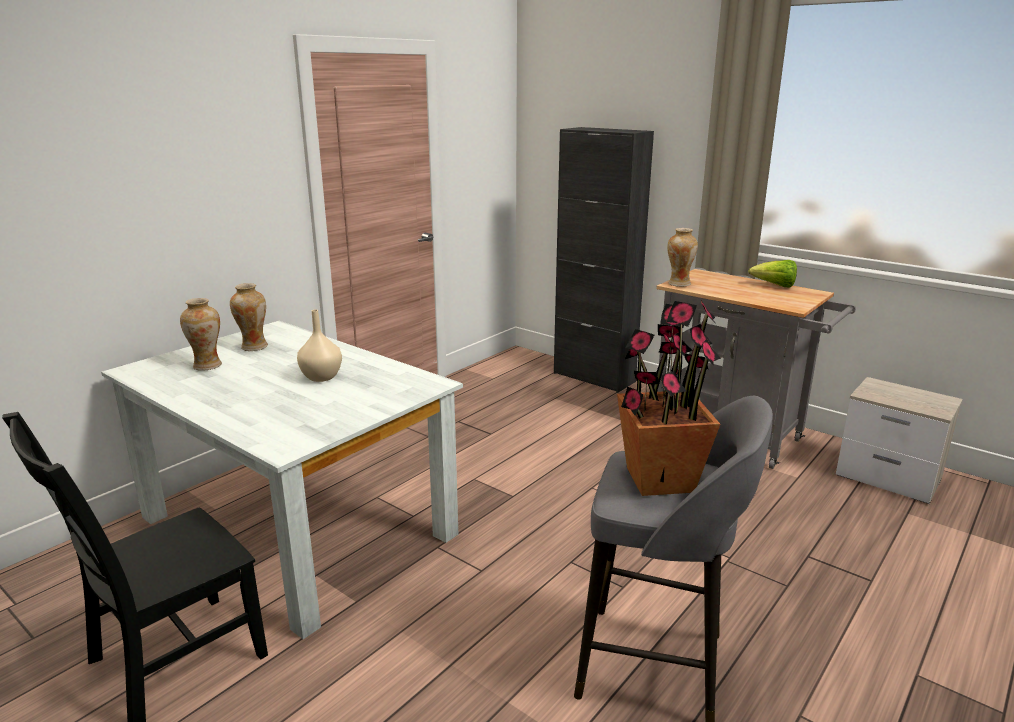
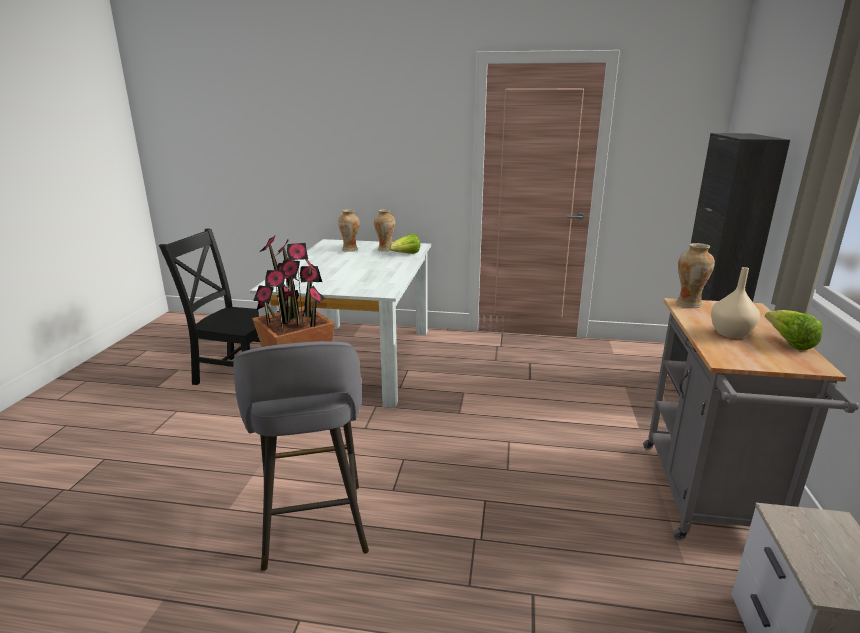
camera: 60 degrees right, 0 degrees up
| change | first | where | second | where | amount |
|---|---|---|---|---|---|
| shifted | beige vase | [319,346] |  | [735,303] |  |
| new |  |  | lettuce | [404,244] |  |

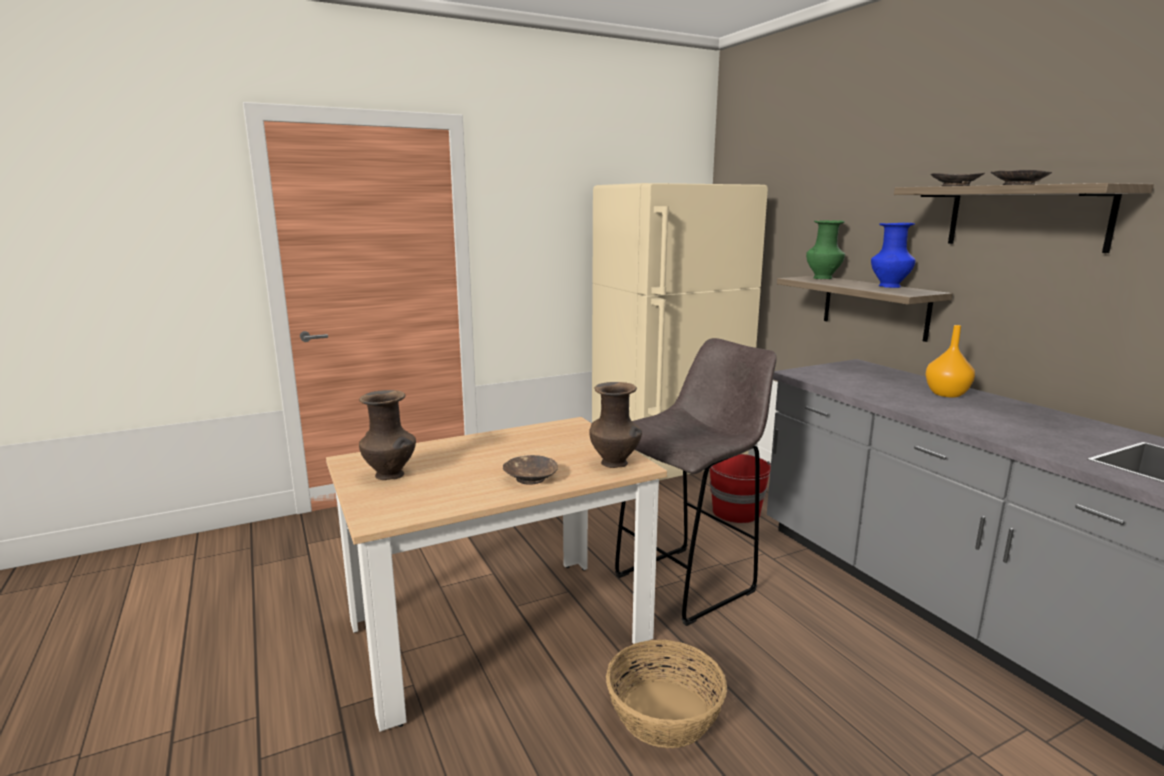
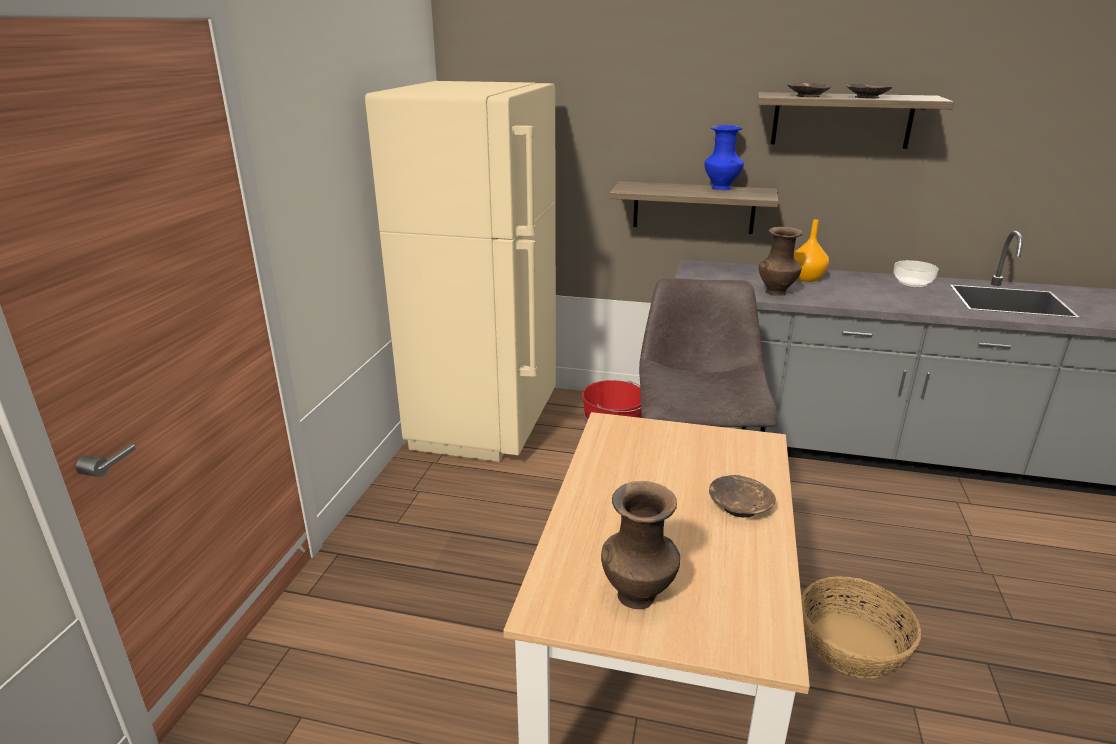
camera: 50 degrees left, 10 degrees up
| change | first | where | second | where | amount |
|---|---|---|---|---|---|
| gone | green vase | [825,249] |  |  |  |
| shifted | brown vase | [615,425] |  | [781,261] |  |
| new |  |  | bowl | [916,273] |  |

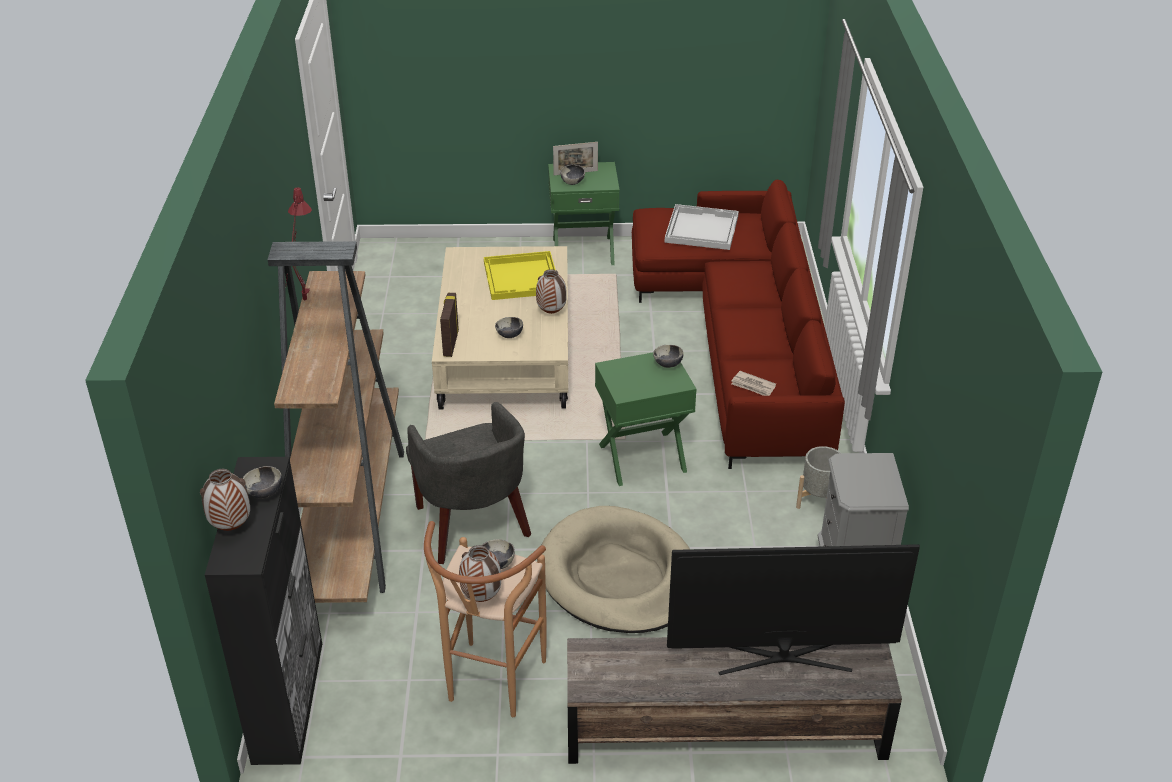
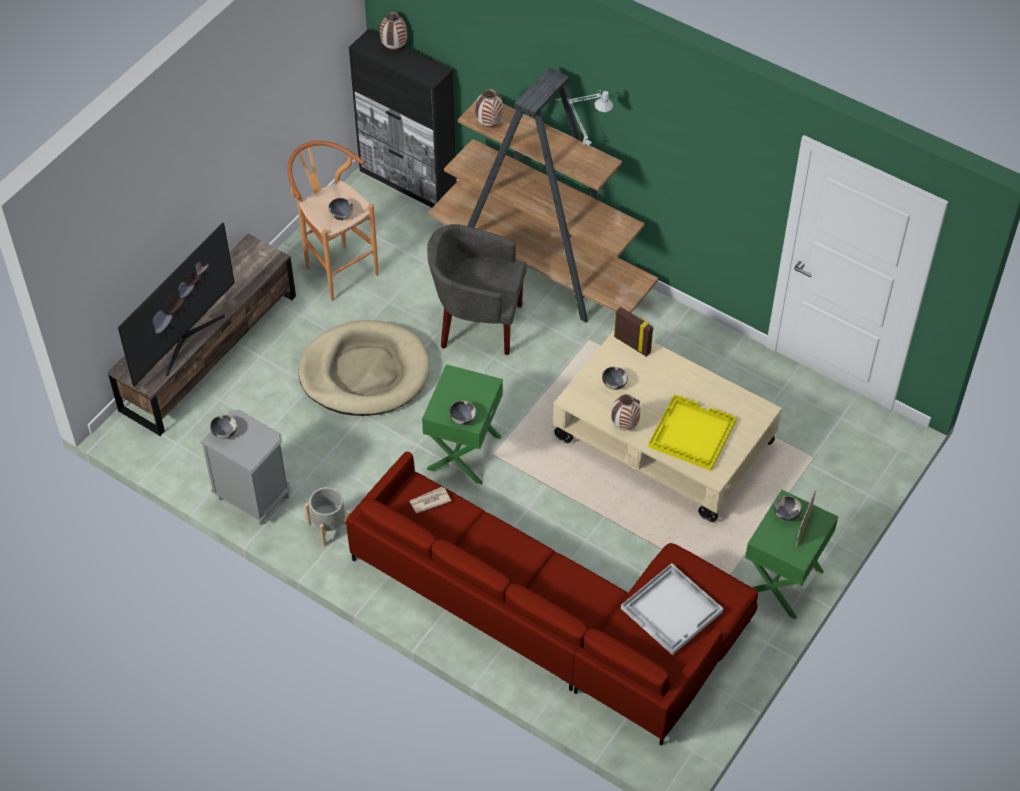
camera: 125 degrees right, 15 degrees up
| change | first | where | second | where | amount |
|---|---|---|---|---|---|
| repainted | red table lamp | [298,244] | grey table lamp | [584,117] |  |
| shifted | bowl | [262,482] |  | [223,427] |  |
| shifted | vase | [480,573] |  | [489,108] |  |

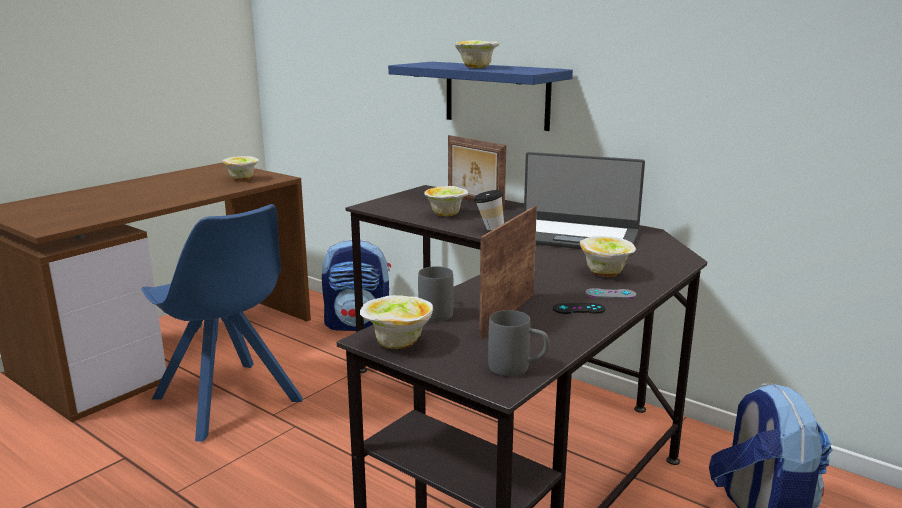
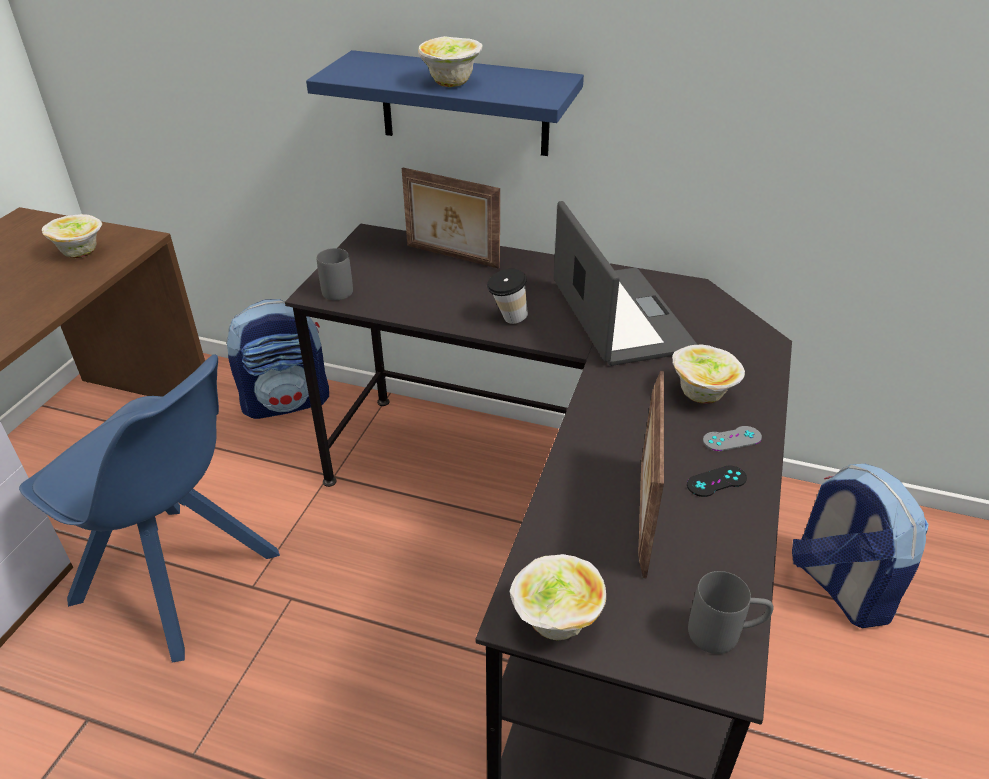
camera: 20 degrees left, 20 degrees up
| change | first | where | second | where | amount |
|---|---|---|---|---|---|
| rotated | laptop | [584,200] |  | [626,283] | 105 degrees counterclockwise |
| gone | bowl | [446,201] |  |  |  |
| shifted | grey mug | [436,294] |  | [335,274] |  |

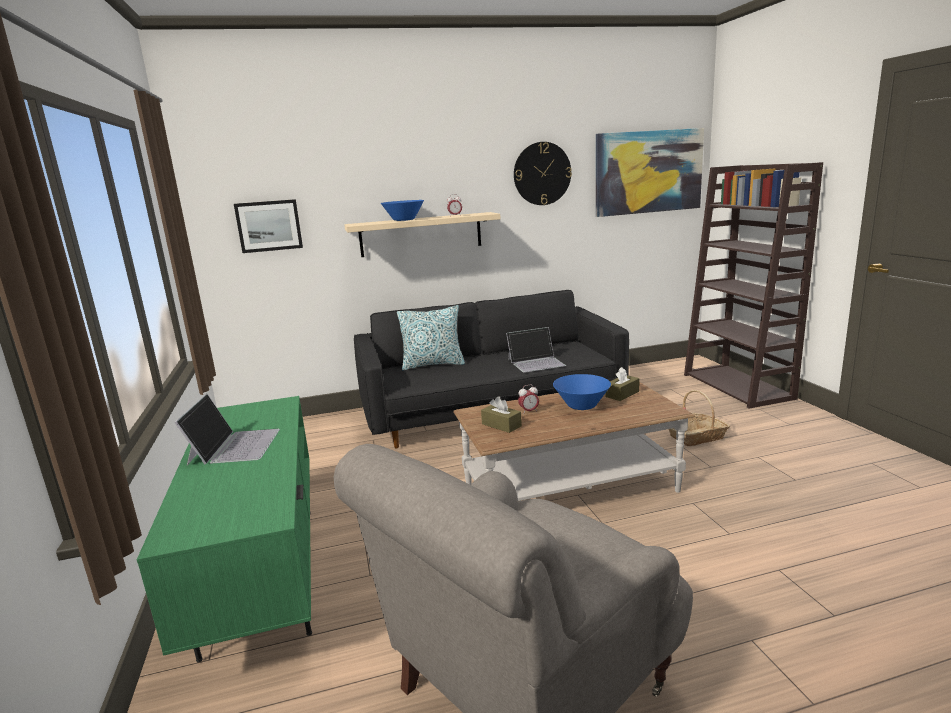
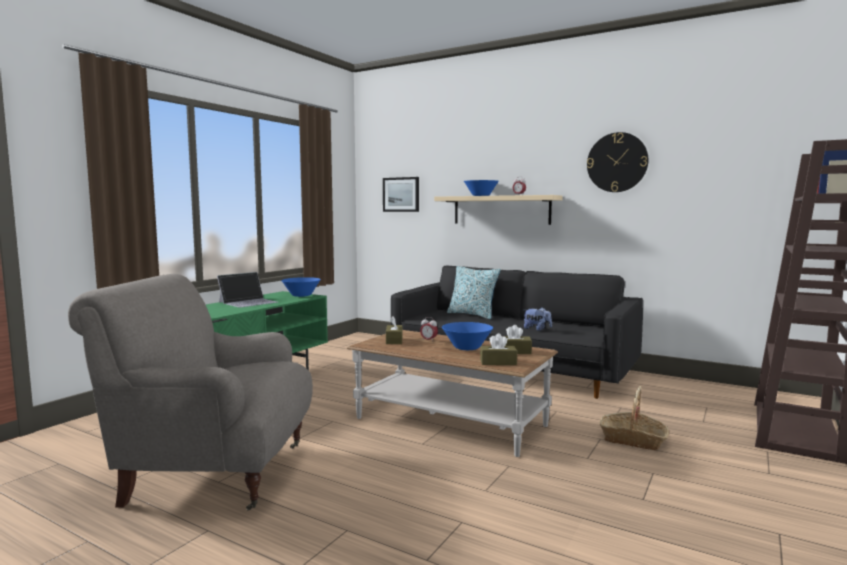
camera: 45 degrees right, 10 degrees down
| change | first | where | second | where | amount |
|---|---|---|---|---|---|
| gone | picture | [650,172] |  |  |  |
| swapped | laptop | [536,350] | plush toy | [538,319] |  |
| new |  |  | blue bowl | [301,287] |  |
| new |  |  | brown tissue box | [498,349] |  |

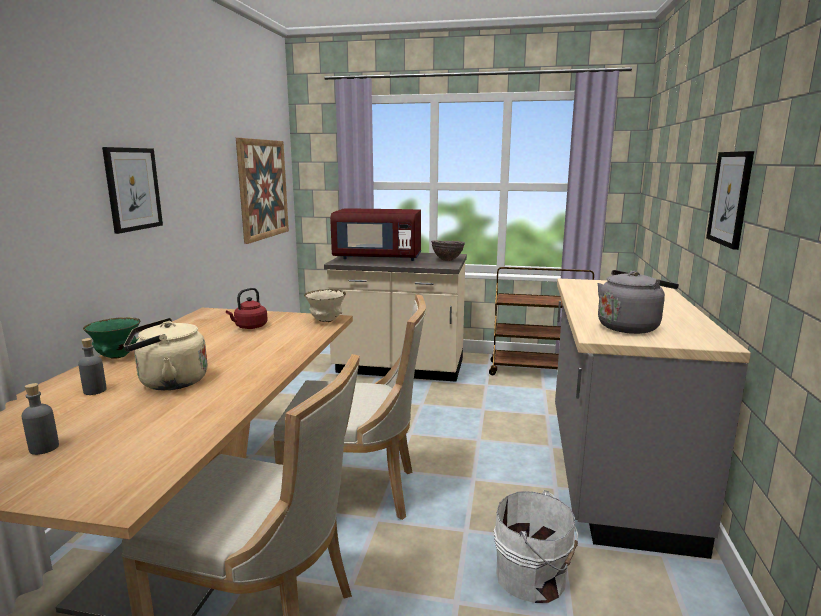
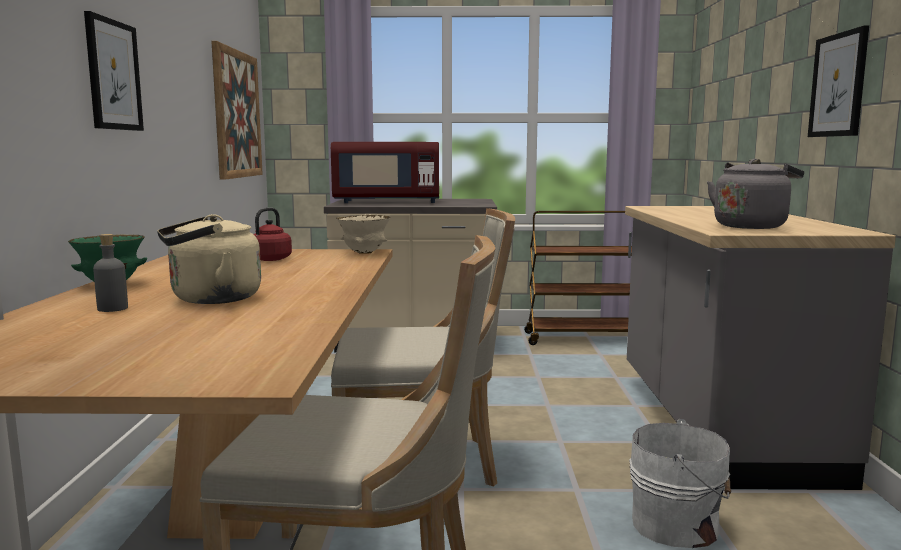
camera: 10 degrees left, 5 degrees down
| change | first | where | second | where | amount |
|---|---|---|---|---|---|
| gone | brown bowl | [448,250] |  |  |  |
| gone | grey bottle | [40,419] |  |  |  |

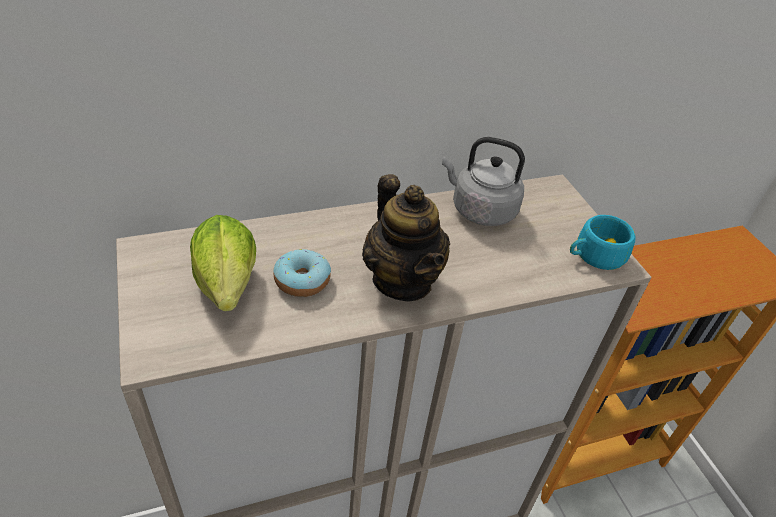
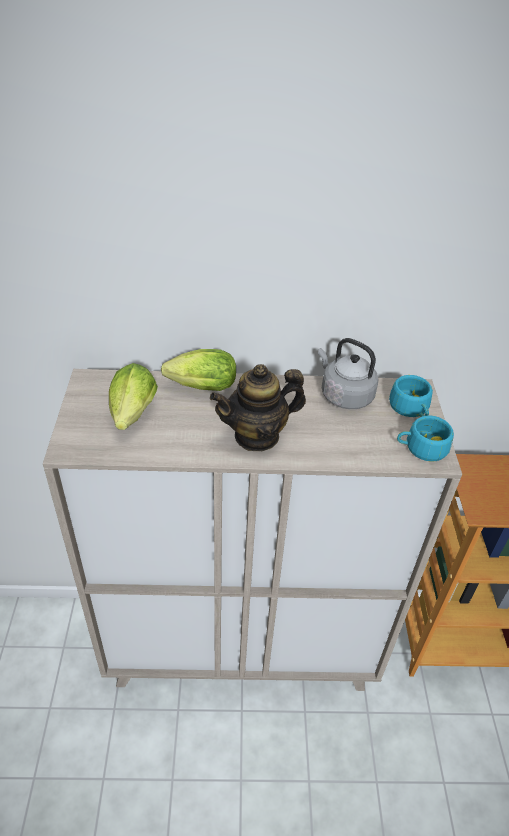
camera: 20 degrees right, 0 degrees up
| change | first | where | second | where | amount |
|---|---|---|---|---|---|
| rotated | teapot | [406,238] |  | [258,407] | 75 degrees clockwise |
| gone | donut | [302,273] |  |  |  |
| new |  |  | lettuce | [198,370] |  |
| new |  |  | turquoise cup | [411,396] |  |

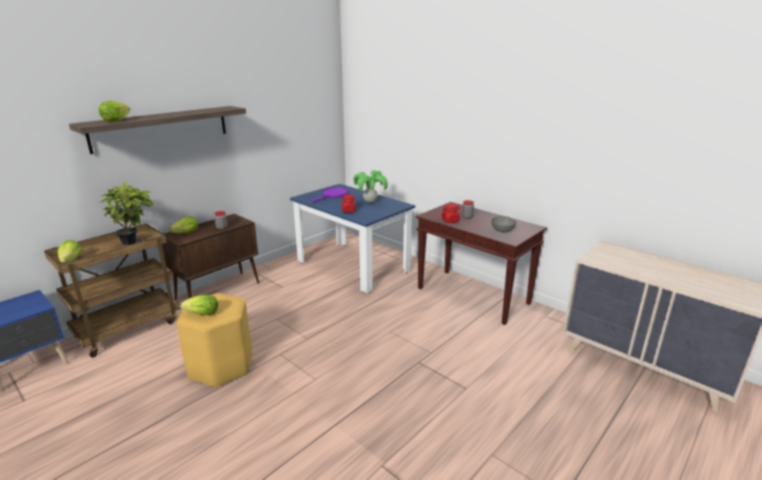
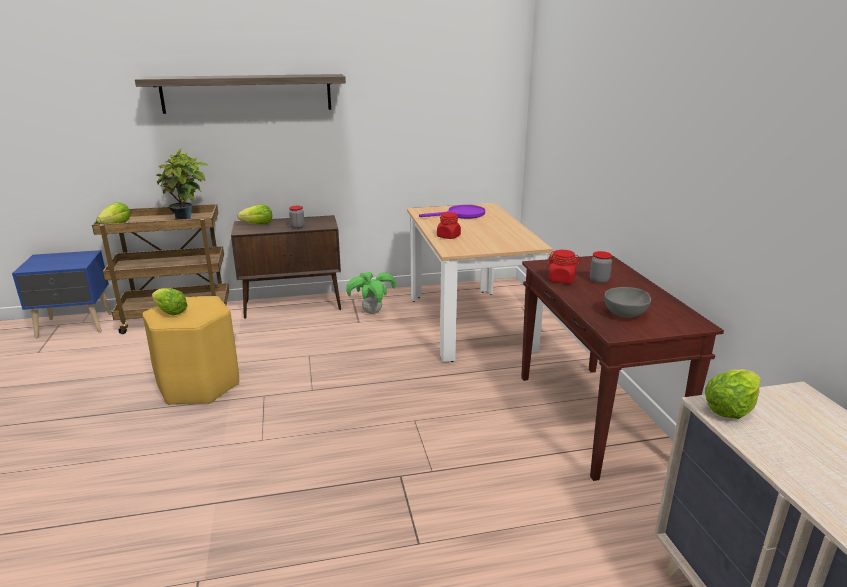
camera: 35 degrees right, 0 degrees up
| change | first | where | second | where | amount |
|---|---|---|---|---|---|
| shifted | lettuce | [114,111] |  | [733,394] |  |
| shifted | potted plant | [371,186] |  | [371,293] |  |
| repainted | blue dining table | [352,239] | beige dining table | [480,282] |  |

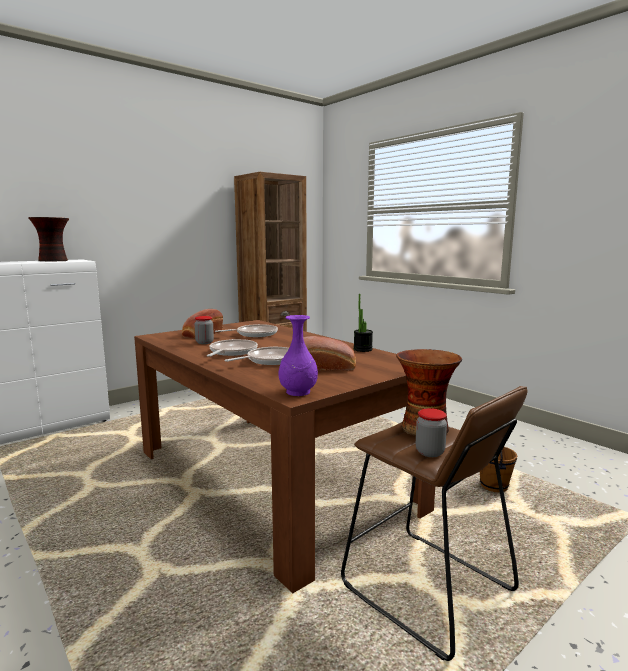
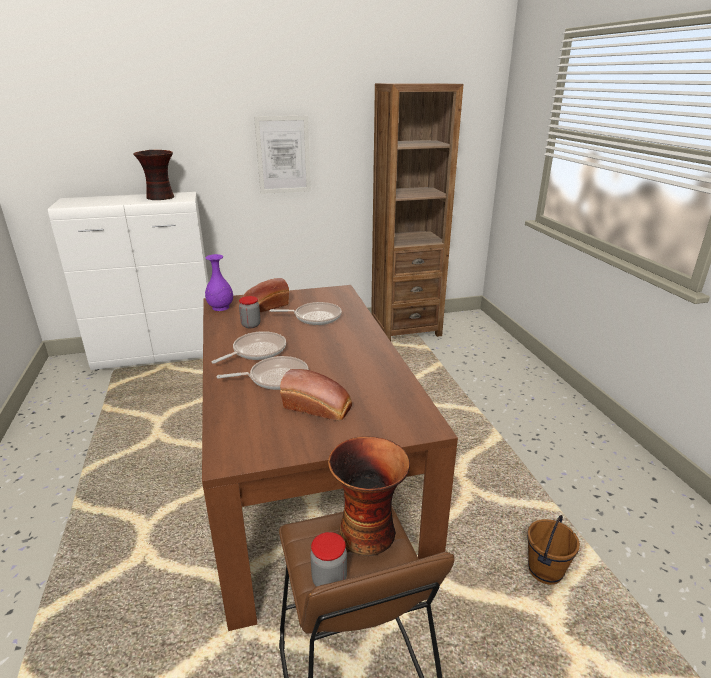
camera: 25 degrees right, 15 degrees up
| change | first | where | second | where | amount |
|---|---|---|---|---|---|
| gone | potted plant | [363,323] |  |  |  |
| shifted | purple vase | [298,355] |  | [219,282] |  |
| new |  |  | picture | [282,155] |  |

